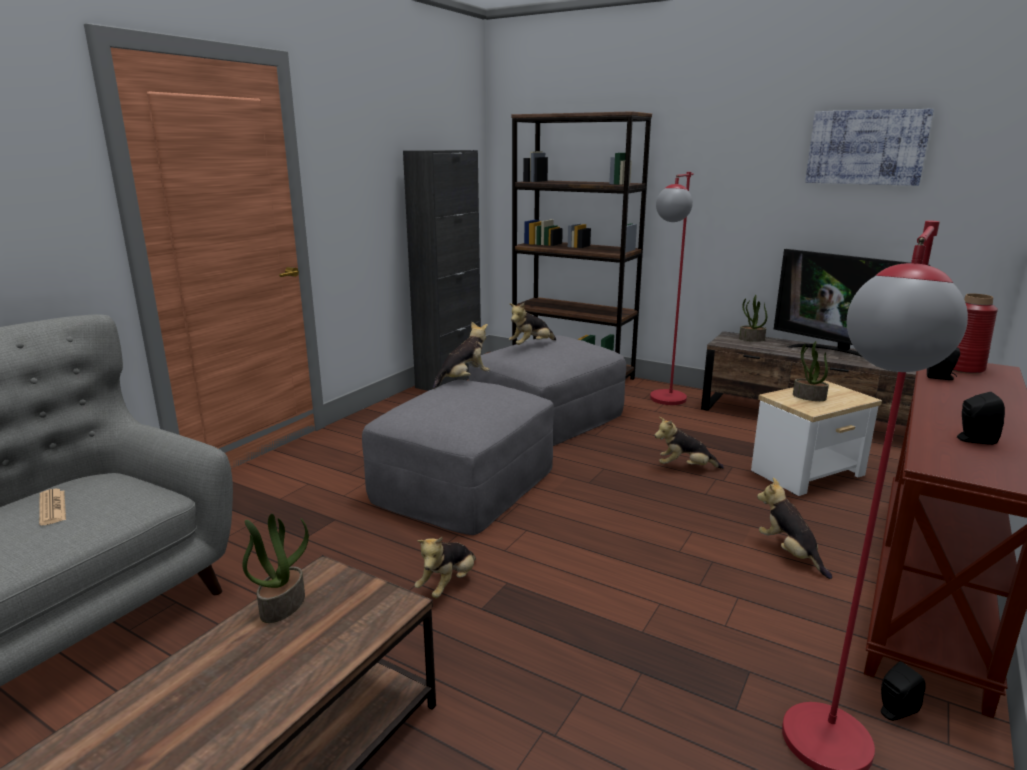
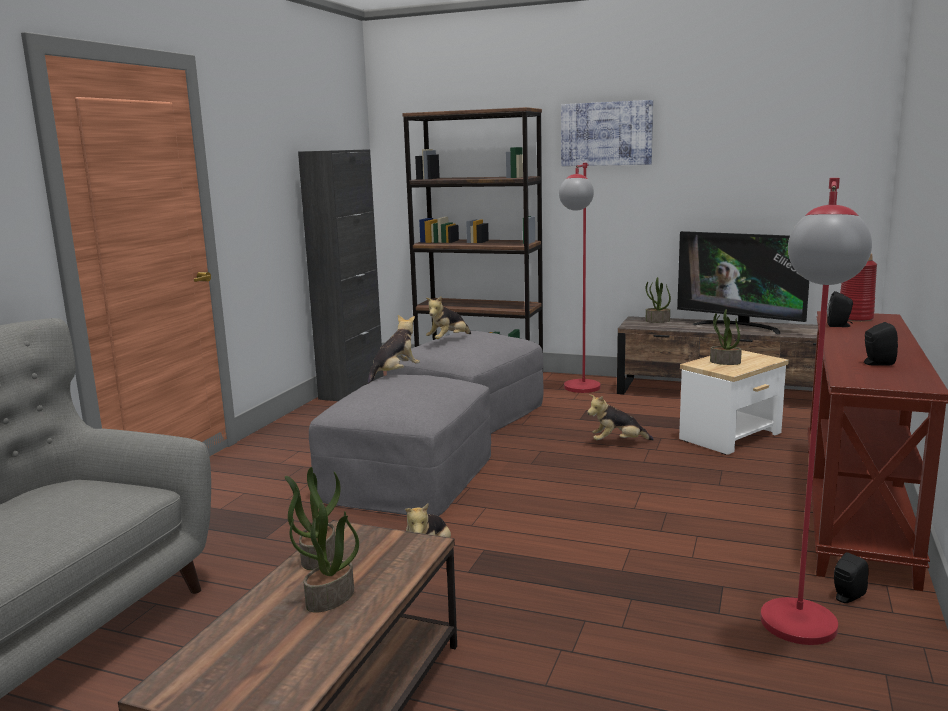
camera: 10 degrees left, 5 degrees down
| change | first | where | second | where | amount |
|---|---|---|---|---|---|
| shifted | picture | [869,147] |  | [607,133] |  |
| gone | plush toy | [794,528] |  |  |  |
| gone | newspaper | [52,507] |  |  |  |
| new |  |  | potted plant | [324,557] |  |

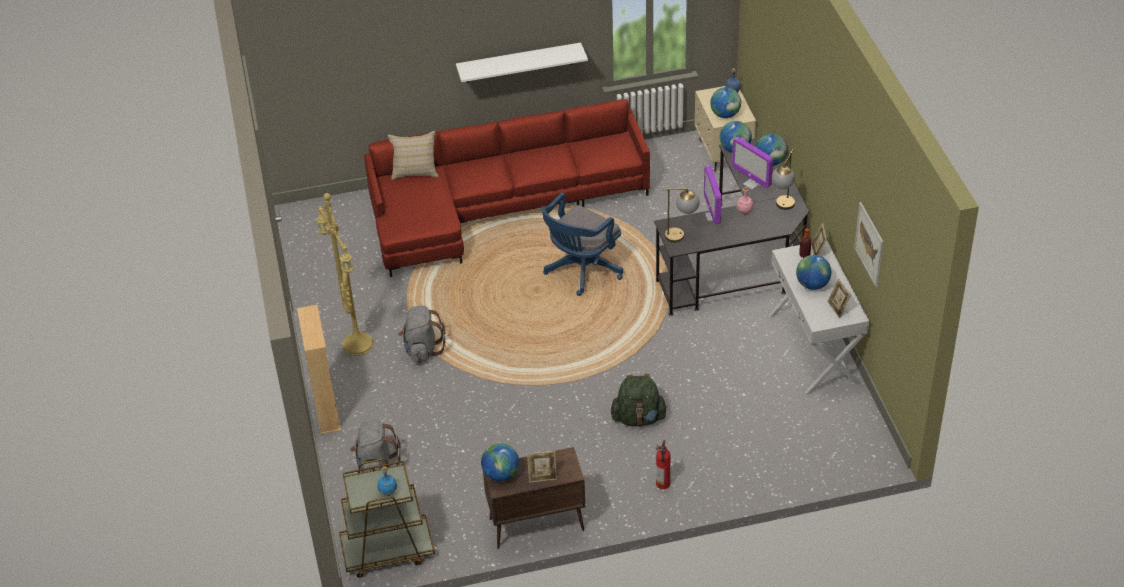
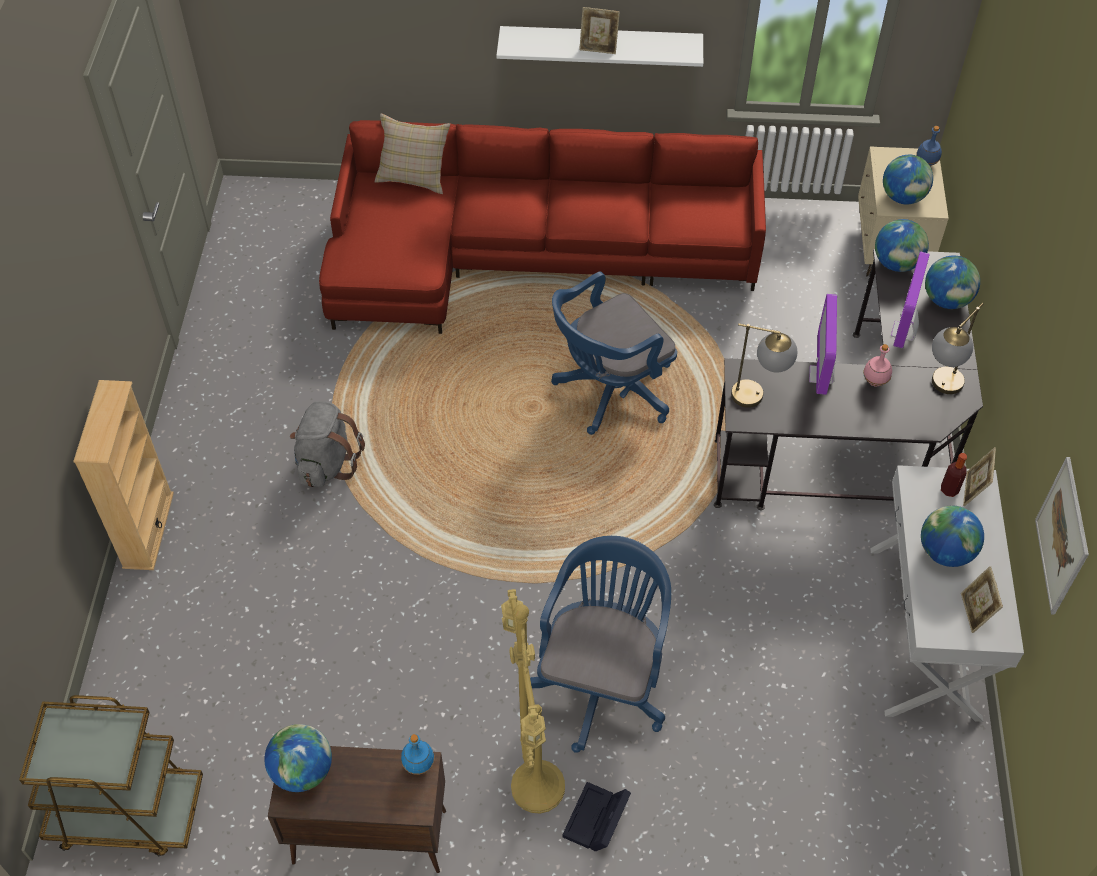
camera: 15 degrees right, 10 degrees up
| change | first | where | second | where | amount |
|---|---|---|---|---|---|
| rotated | monitor | [752,163] |  | [910,300] | 45 degrees clockwise |
| shifted | yellow floor lamp | [344,274] |  | [533,701] |  |
| swapped | green backpack | [639,400] | blue office chair | [600,644] |  |
| gone | grey backpack | [375,445] |  |  |  |
| swapped | fire extinguisher | [663,464] | black storage box | [596,816] |  |
| shifted | picture frame | [542,467] |  | [599,30] |  |
| shifted | blue bottle | [387,481] |  | [418,754] |  |

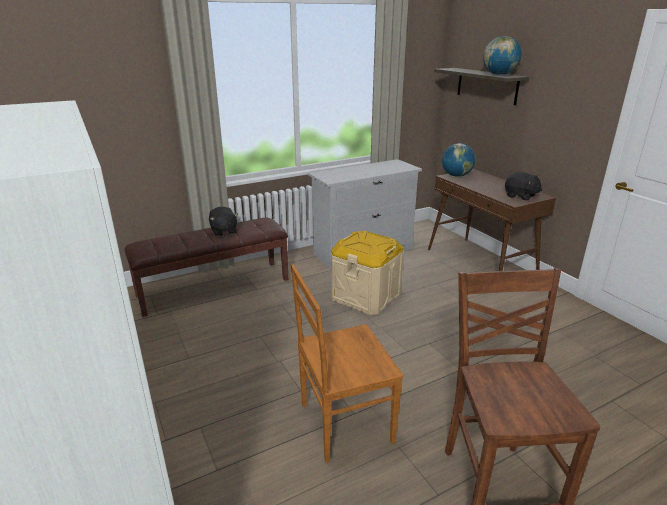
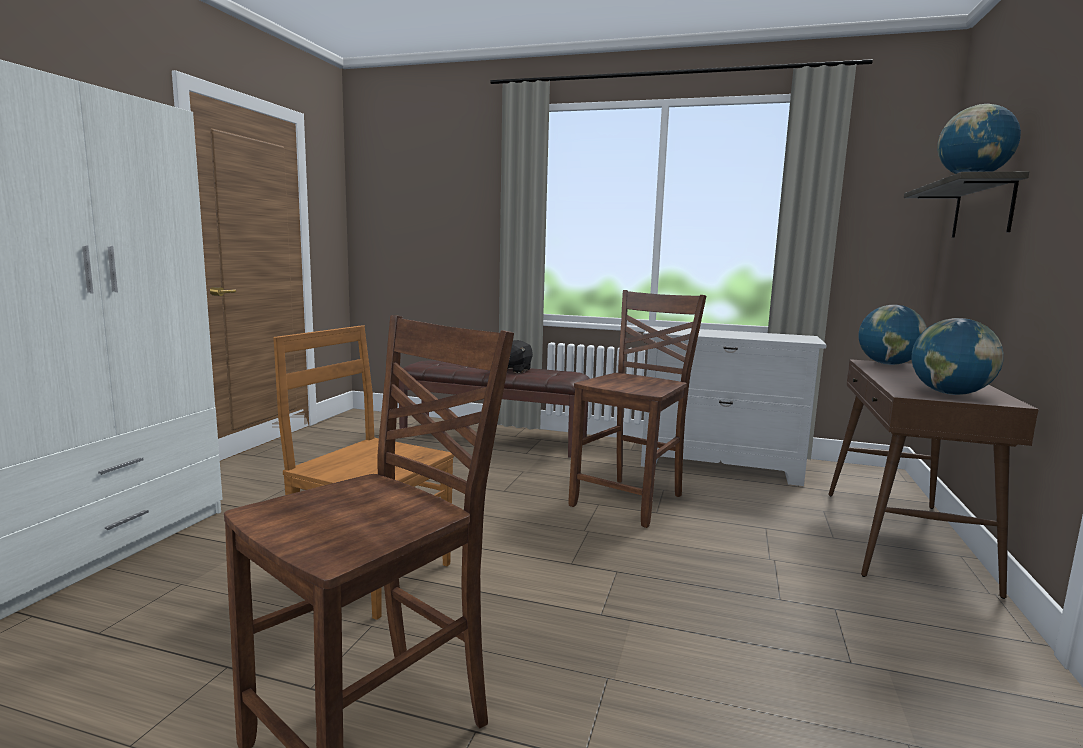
camera: 45 degrees right, 15 degrees down
| change | first | where | second | where | amount |
|---|---|---|---|---|---|
| swapped | black plush toy | [523,186] | globe | [958,356] |  |
| swapped | beige storage box | [367,273] | brown chair | [637,409] |  |

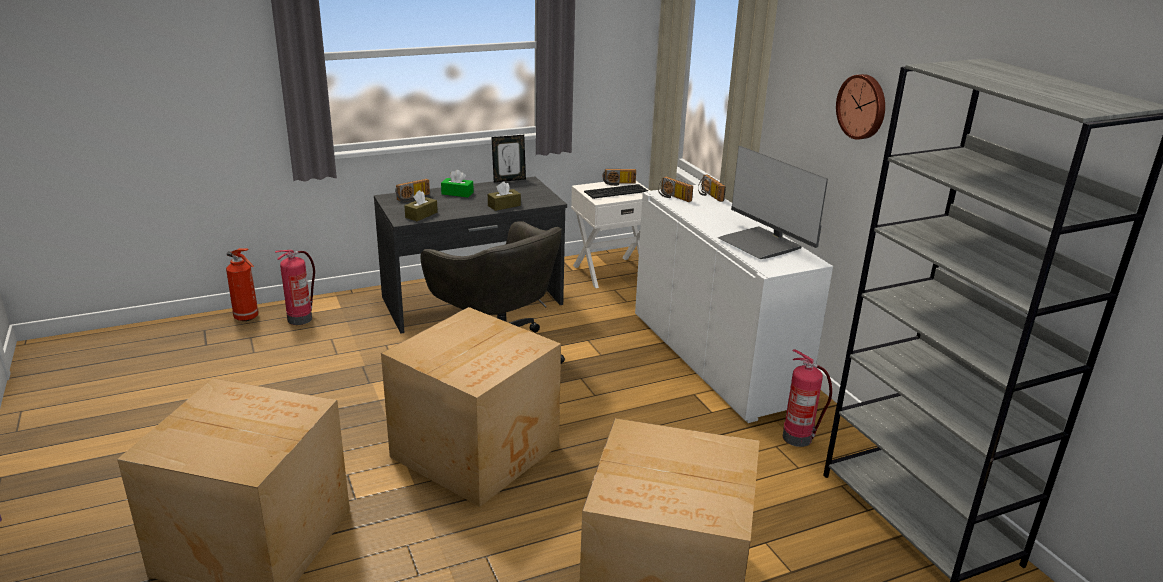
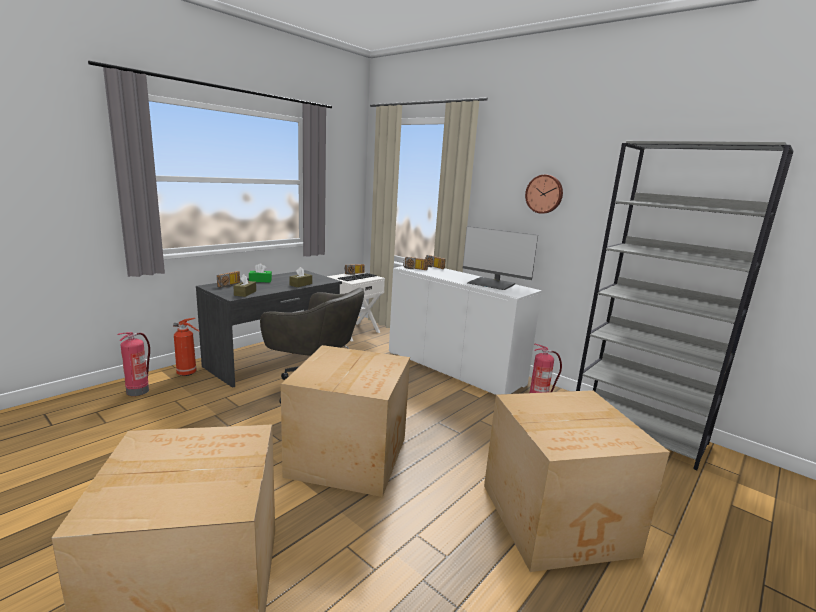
camera: 25 degrees left, 10 degrees down
| change | first | where | second | where | amount |
|---|---|---|---|---|---|
| gone | picture frame | [508,158] |  |  |  |
| shifted | fire extinguisher | [242,284] |  | [186,347] |  |

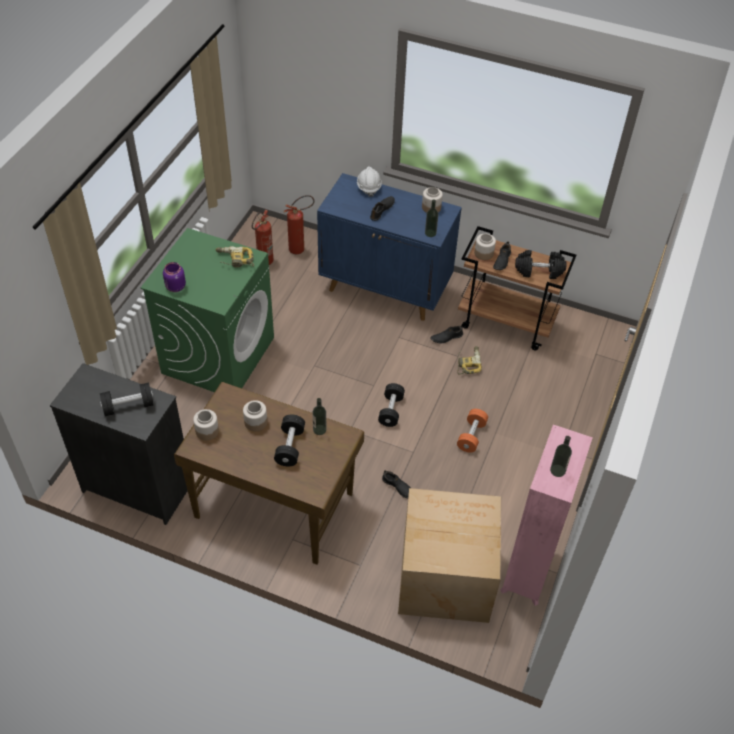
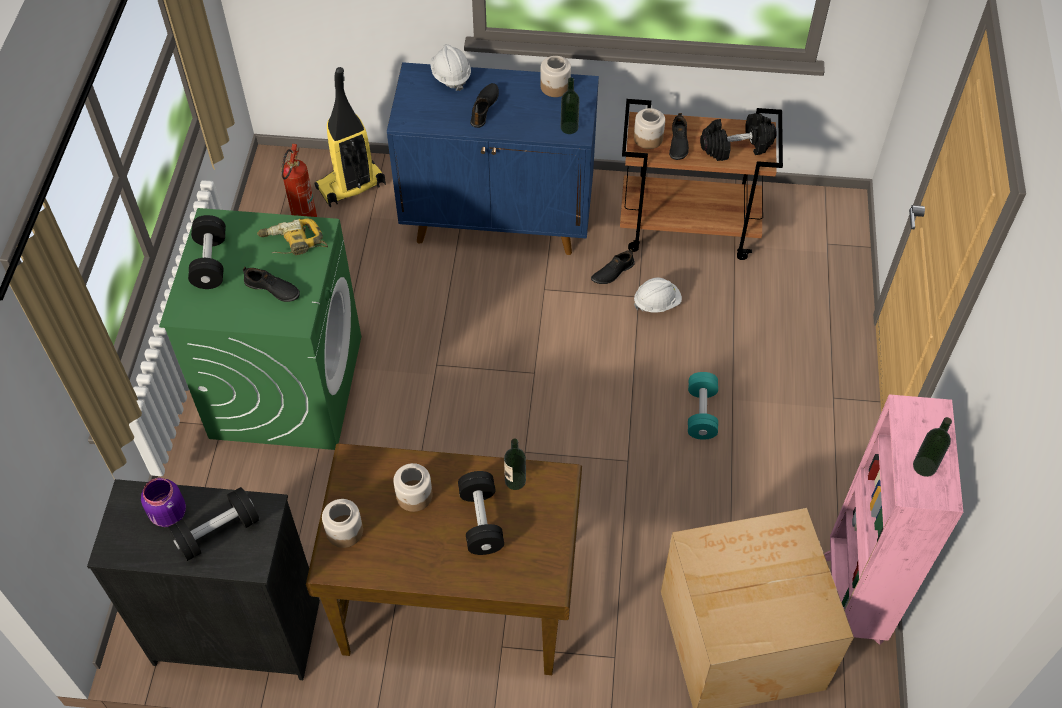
camera: 15 degrees left, 5 degrees up
| change | first | where | second | where | amount |
|---|---|---|---|---|---|
| swapped | fire extinguisher | [299,224] | vacuum cleaner | [350,137] |  |
| shifted | purple jar | [174,277] |  | [163,502] |  |
| swapped | power drill | [470,360] | white hard hat | [658,295] |  |
| shifted | black dumbbell | [391,405] |  | [207,252] |  |
| repainted | orange dumbbell | [472,431] | turquoise dumbbell | [703,406] |  |
| shifted | black shoe | [396,484] |  | [271,284] |  |

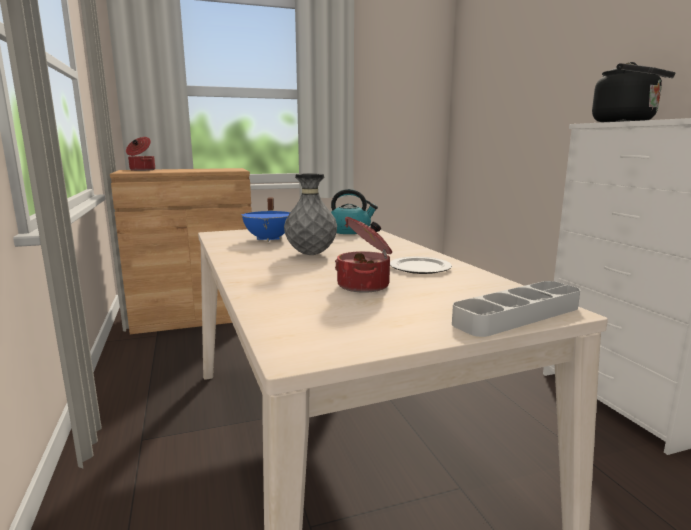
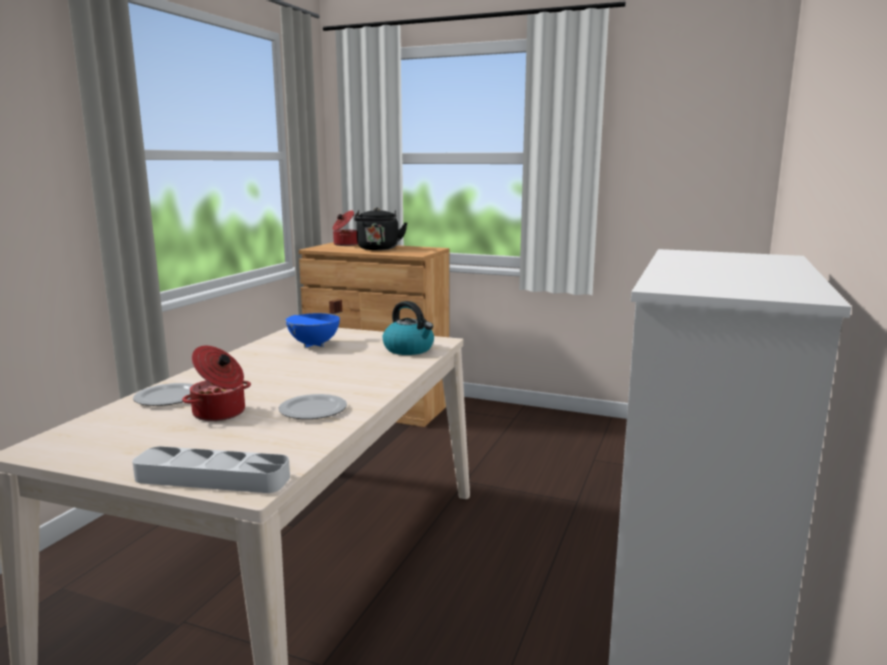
camera: 40 degrees right, 0 degrees up
| change | first | where | second | where | amount |
|---|---|---|---|---|---|
| shifted | black kettle | [633,92] |  | [381,229] |  |
| gone | grey vase | [310,214] |  |  |  |
| new |  |  | plate | [163,394] |  |

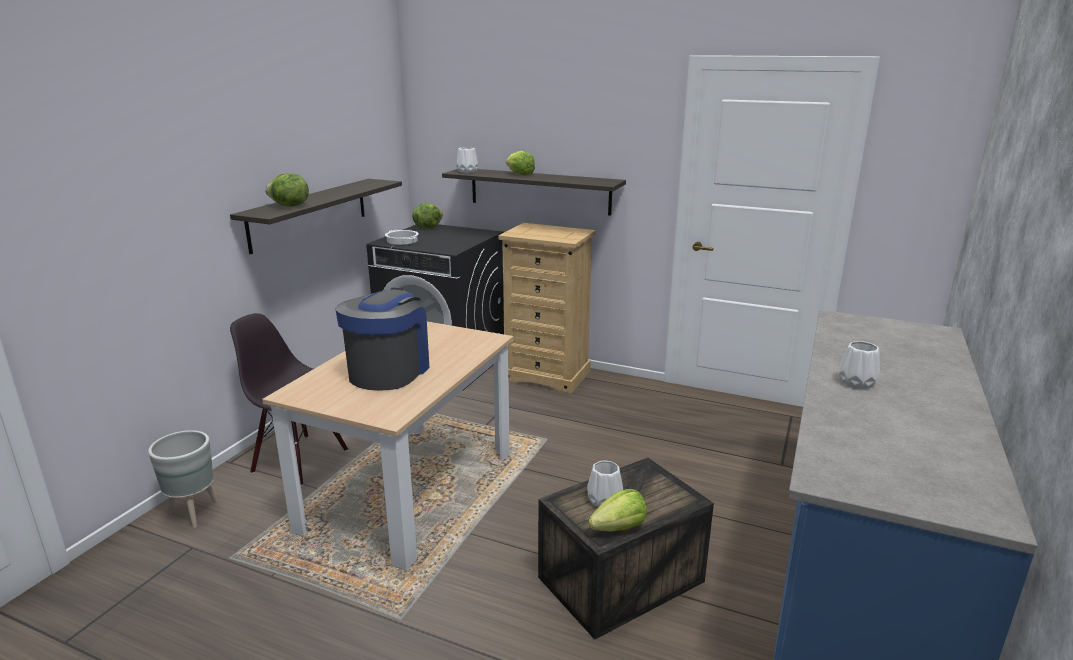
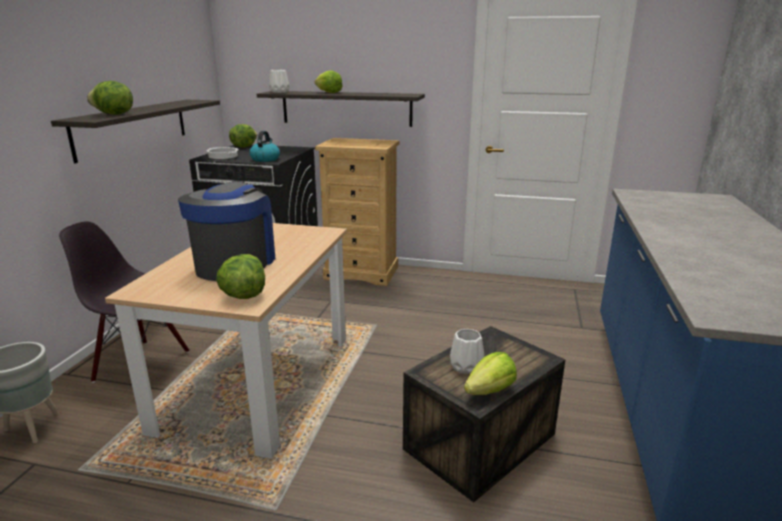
camera: 10 degrees left, 0 degrees up
| change | first | where | second | where | amount |
|---|---|---|---|---|---|
| gone | white vase | [859,365] |  |  |  |
| new |  |  | kettle | [265,146] |  |
| new |  |  | lettuce | [240,276] |  |

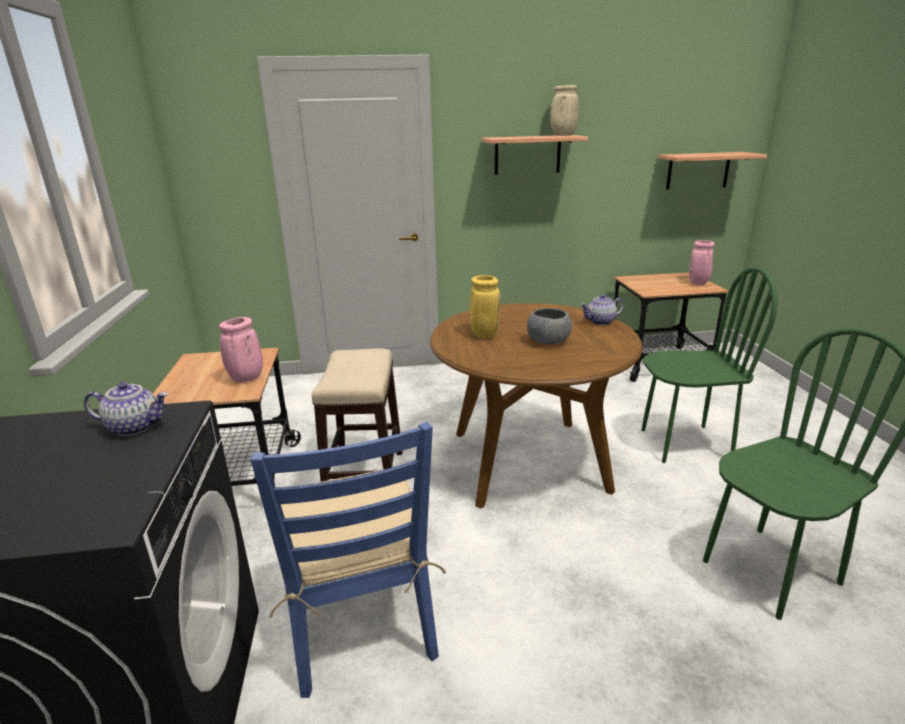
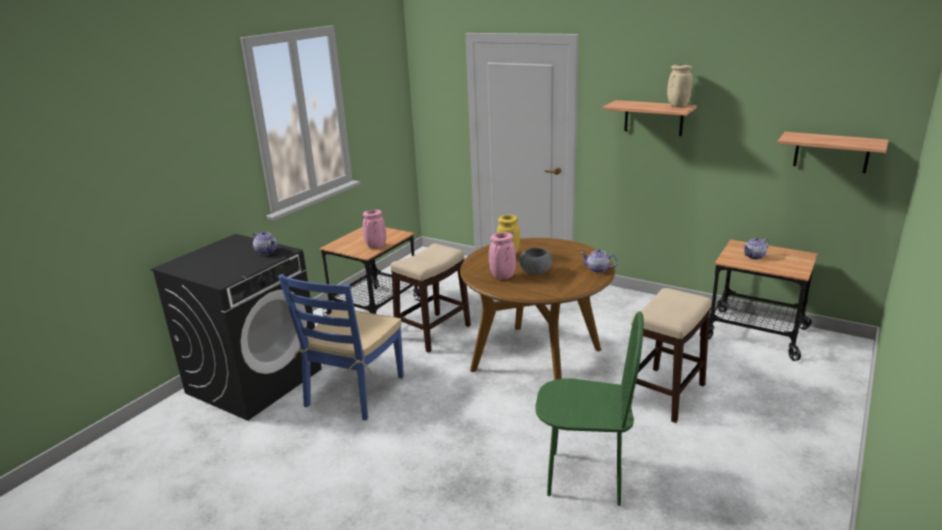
camera: 40 degrees right, 0 degrees up
| change | first | where | second | where | amount |
|---|---|---|---|---|---|
| shifted | pink vase | [702,262] |  | [502,256] |  |
| swapped | green chair | [710,364] | stool | [671,355] |  |
| new |  |  | teapot | [756,248] |  |

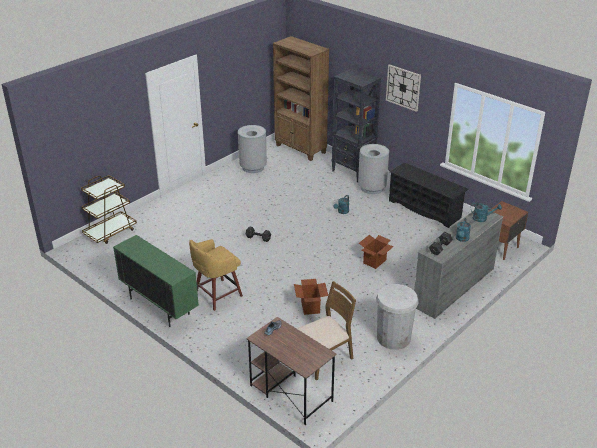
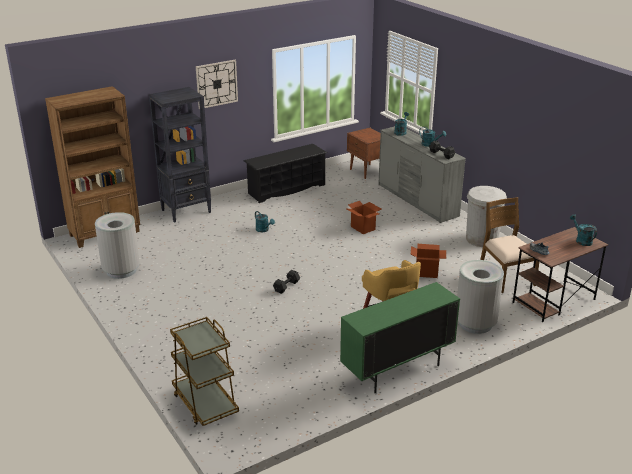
camera: 75 degrees left, 5 degrees down
| change | first | where | second | where | amount |
|---|---|---|---|---|---|
| shifted | grey trash can | [373,169] |  | [480,297] |  |
| new |  |  | turquoise watering can | [583,230] |  |

